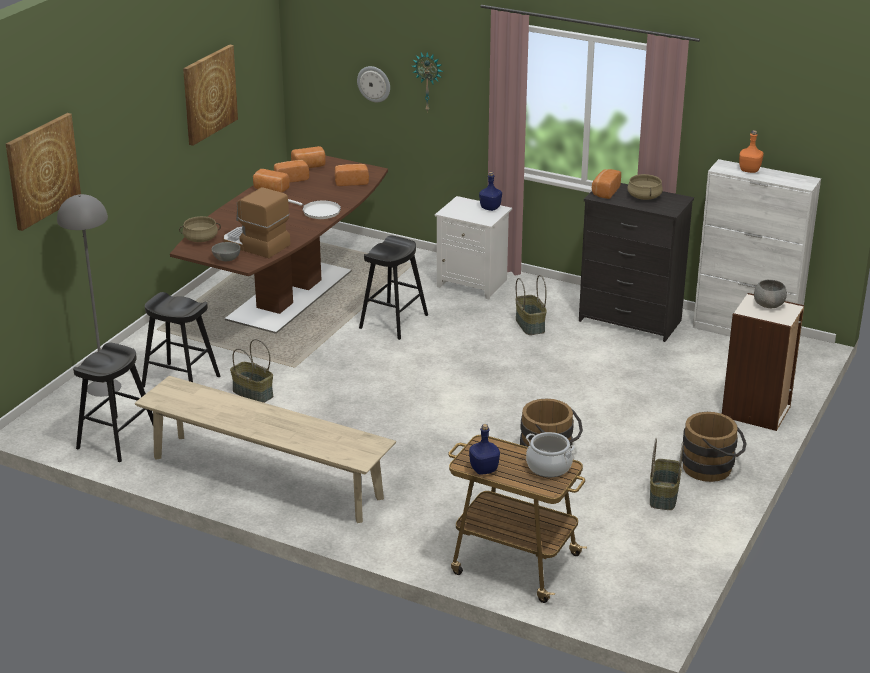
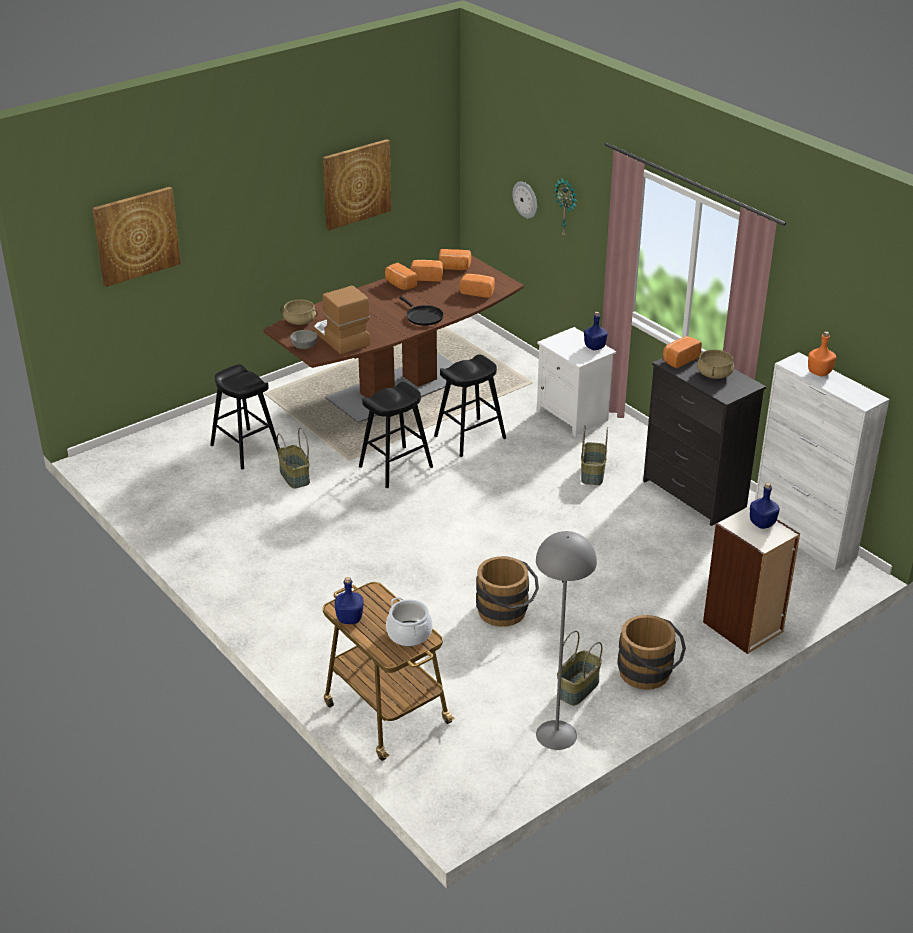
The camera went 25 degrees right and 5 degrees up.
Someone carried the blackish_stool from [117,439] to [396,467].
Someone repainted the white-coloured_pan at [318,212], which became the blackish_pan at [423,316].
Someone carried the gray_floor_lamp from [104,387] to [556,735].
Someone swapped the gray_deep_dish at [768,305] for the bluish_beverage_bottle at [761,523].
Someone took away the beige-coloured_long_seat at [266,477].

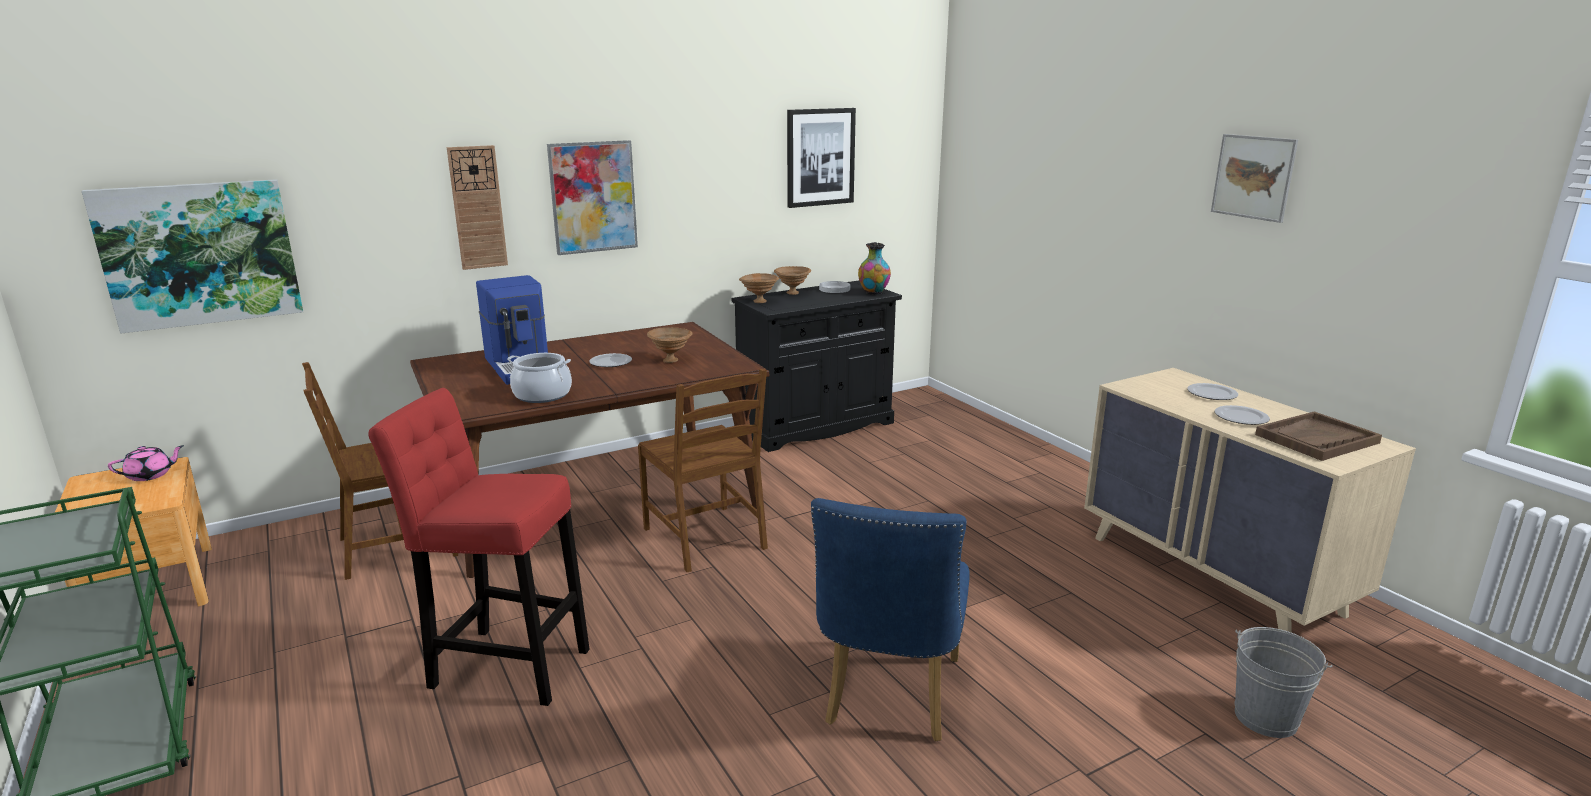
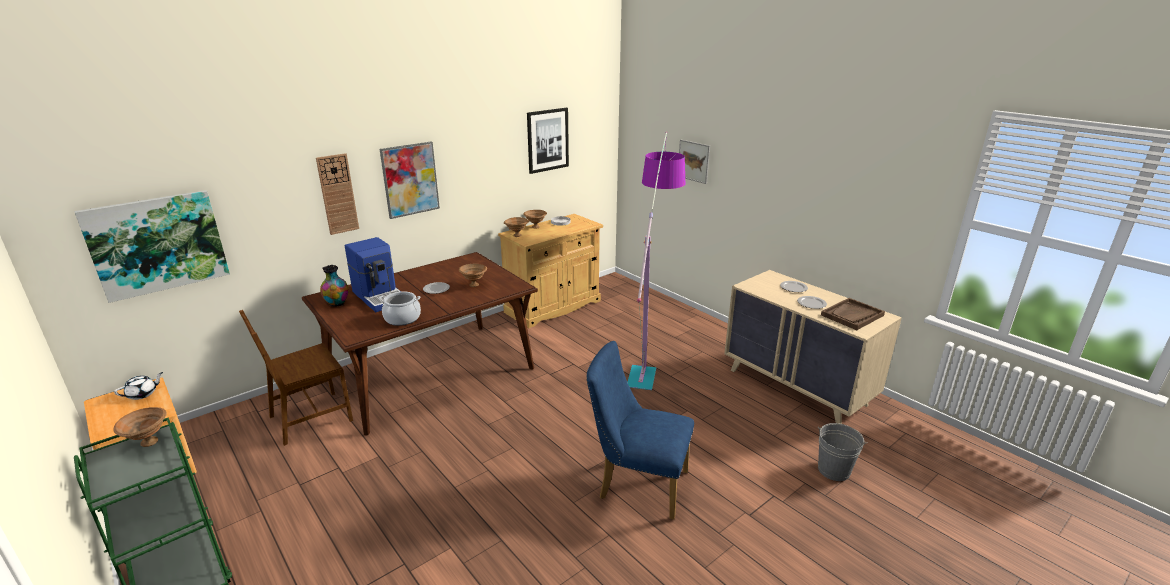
The camera went 10 degrees left and 5 degrees up.
Someone put down the brown_deep_dish at [149,443].
Someone repainted the pinkish_pot_for_tea at [150,475], which became the white-coloured_pot_for_tea at [143,394].
Someone carried the flower_vase from [873,292] to [337,304].
Someone repainted the blackish_storage_cabinet at [815,425], which became the beige-coloured_storage_cabinet at [553,307].
Someone rotated the bluish_chair at [888,698] by 105 degrees clockwise.
Someone put down the floor_lamp at [650,341].
Someone carried the wall_picture from [1253,177] to [694,161].
Someone took away the red_stool at [503,665].
Someone took away the brown_chair at [706,538].

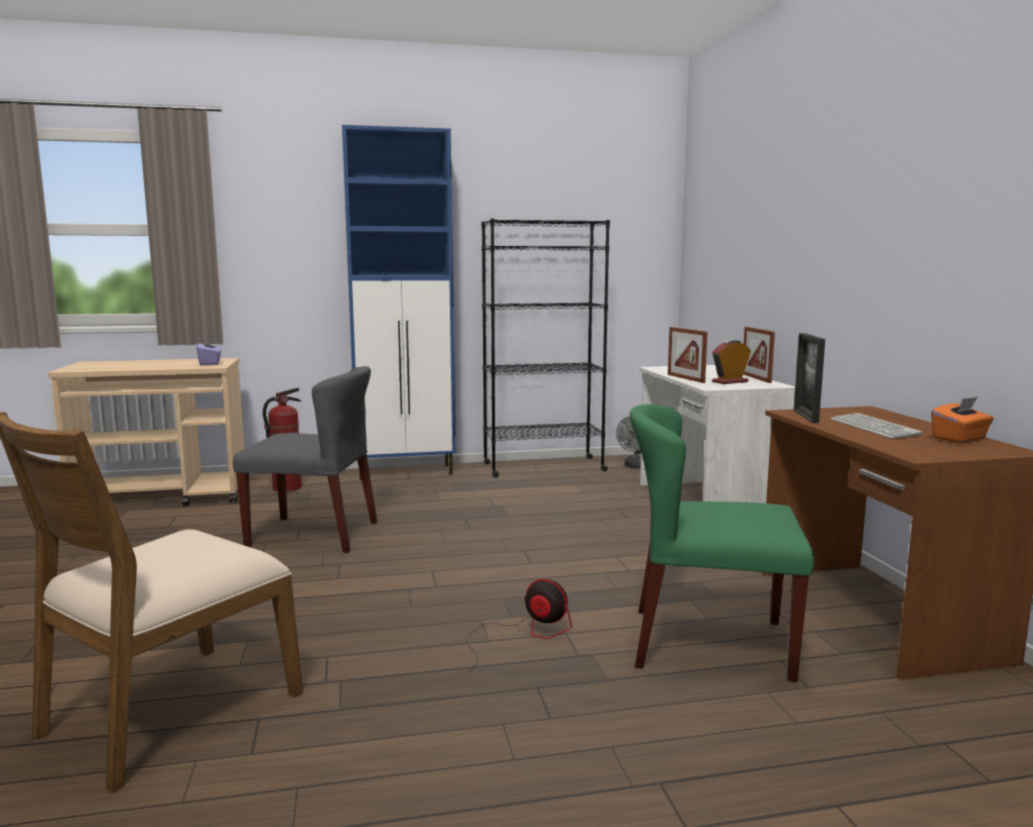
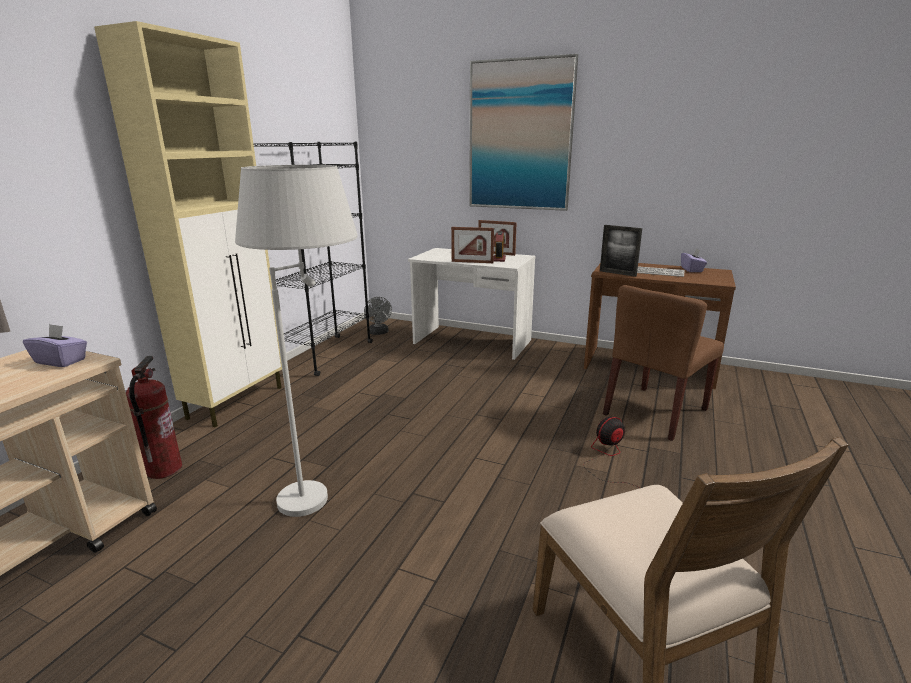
The camera went 55 degrees left and 10 degrees up.
Someone repainted the bluish_storage_cabinet at [407,472], which became the beige-coloured_storage_cabinet at [237,402].
Someone swapped the gray_chair at [314,534] for the white-coloured_floor_lamp at [325,487].
Someone put up the wall_picture at [520,136].
Someone repainted the greenish_chair at [709,643], which became the brown_chair at [655,412].
Someone repainted the orange_tissue_holder at [960,439], which became the purple_tissue_holder at [692,270].

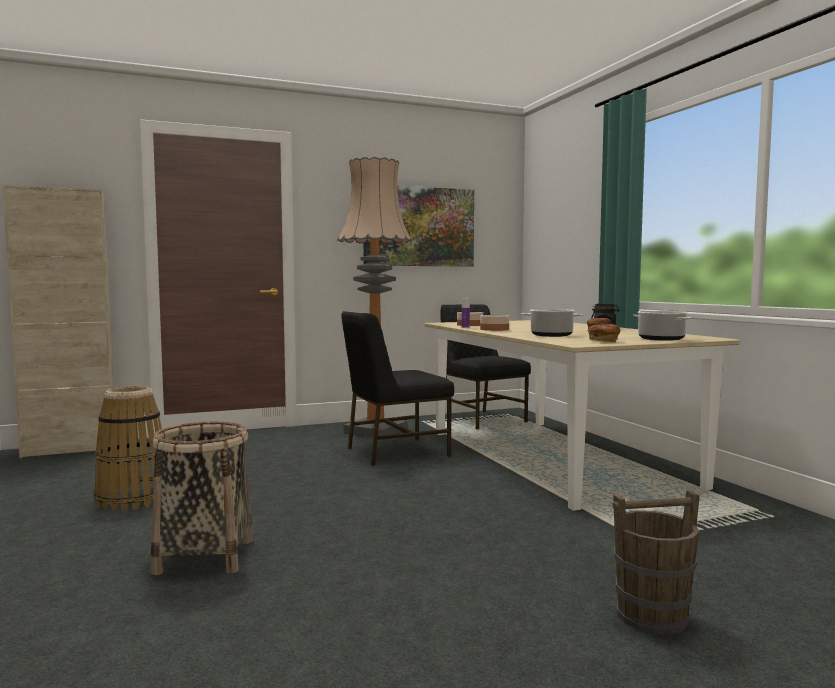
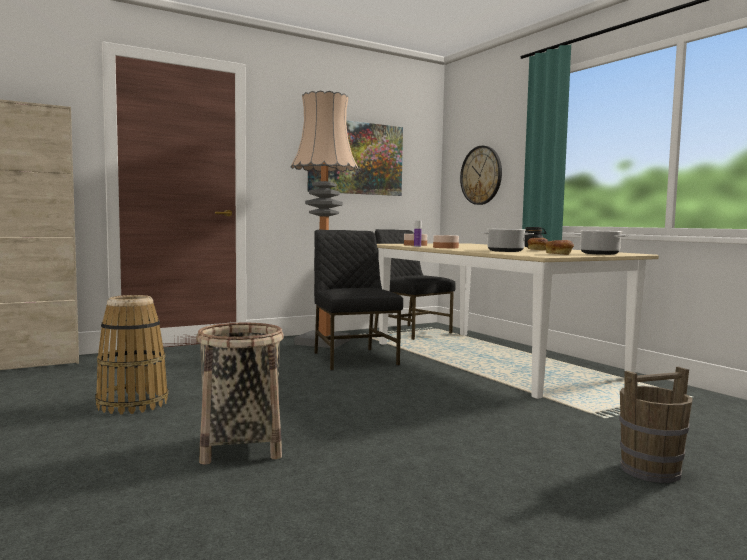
The camera went 10 degrees left and 0 degrees up.
Someone rotated the blackish_chair at [395,452] by 105 degrees clockwise.
Someone put up the clock_on_the_wall at [481,175].

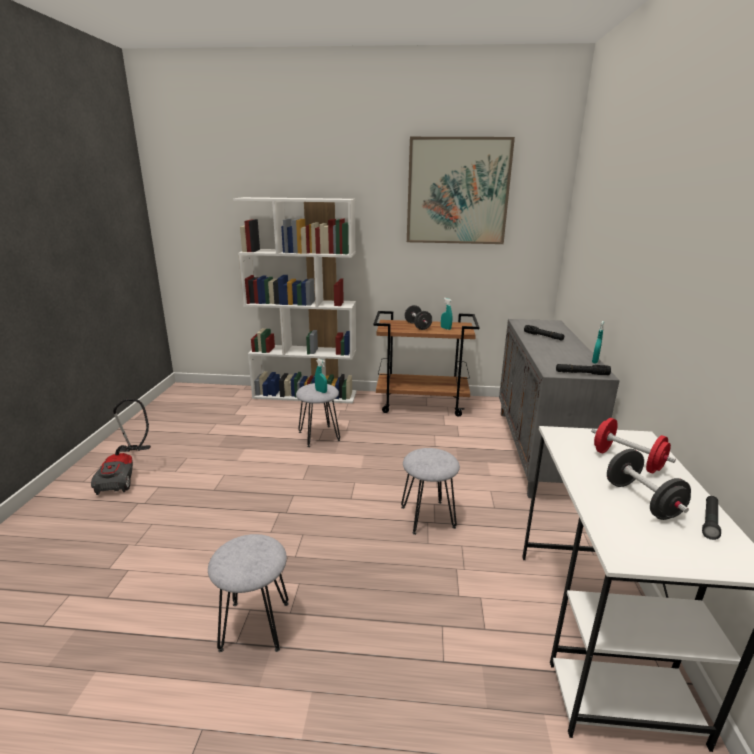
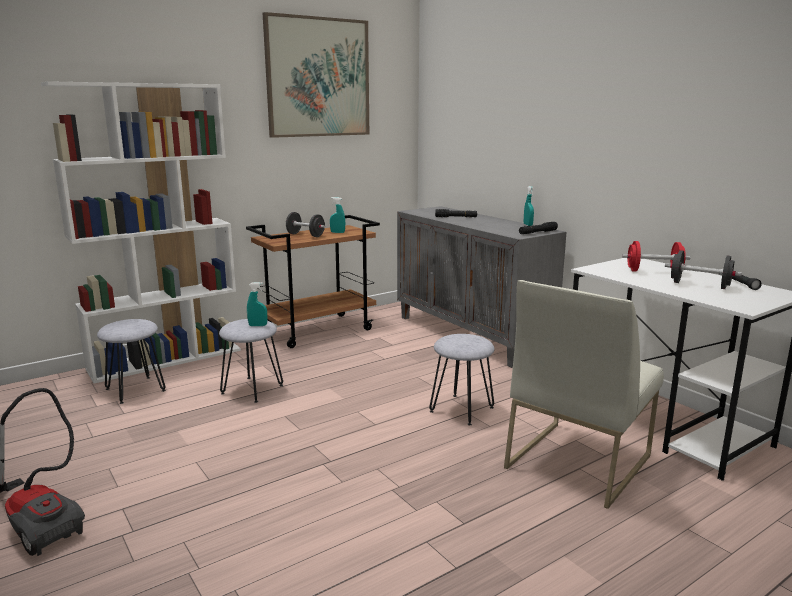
The camera went 40 degrees left and 5 degrees down.
Someone carried the gray_stool from [254,625] to [135,390].
Someone put down the white-coloured_chair at [577,461].

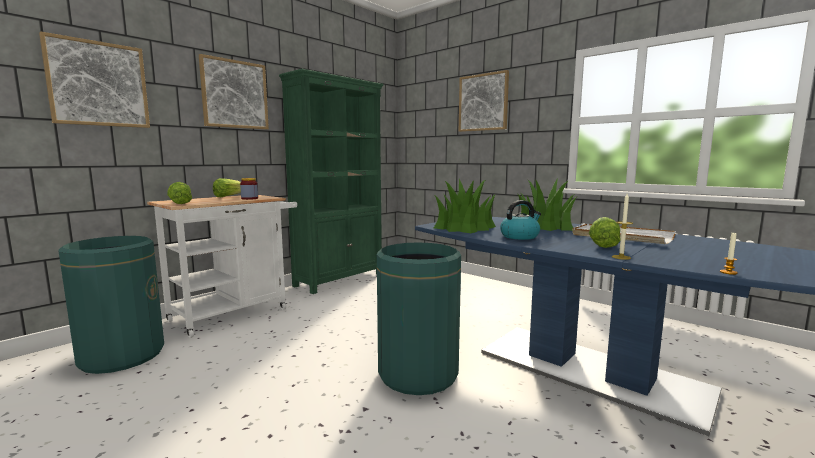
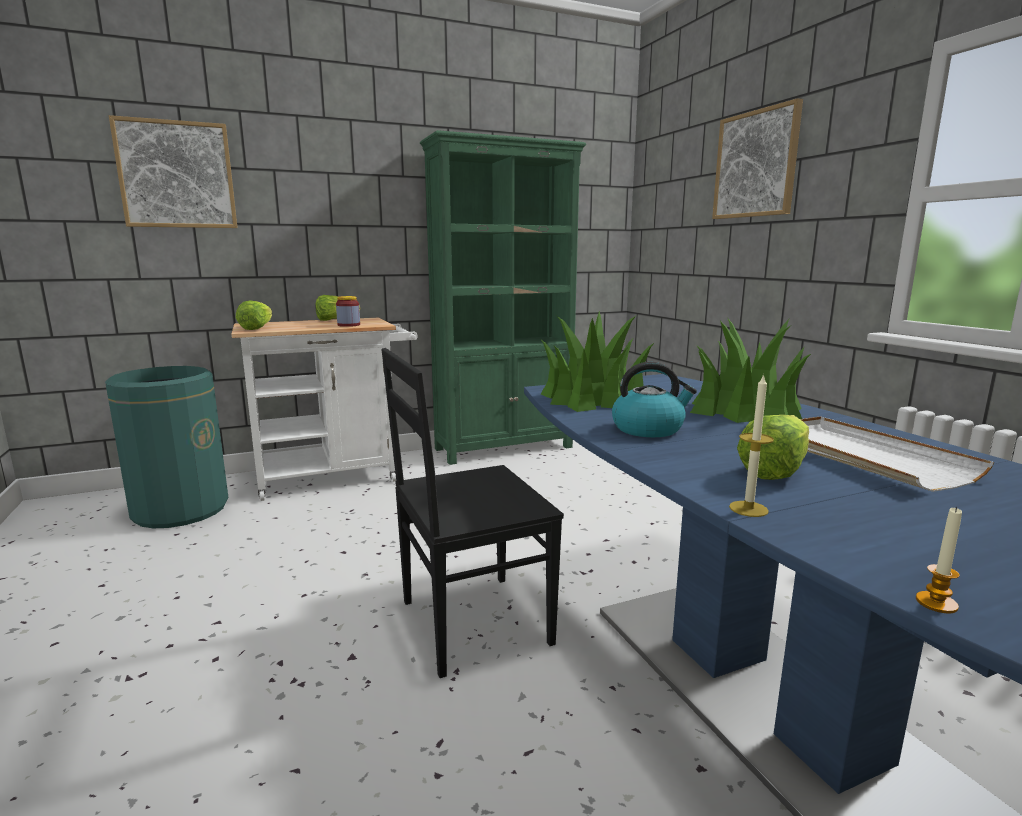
The camera went 25 degrees right and 5 degrees up.
Someone swapped the greenish_trash_can at [417,374] for the blackish_chair at [470,623].
Someone took away the wall_picture at [234,94].

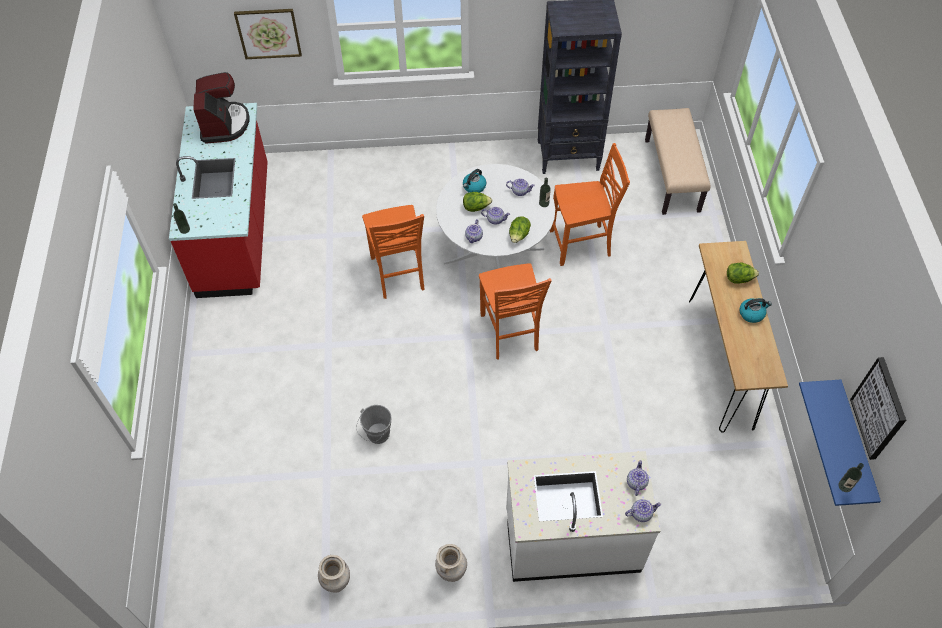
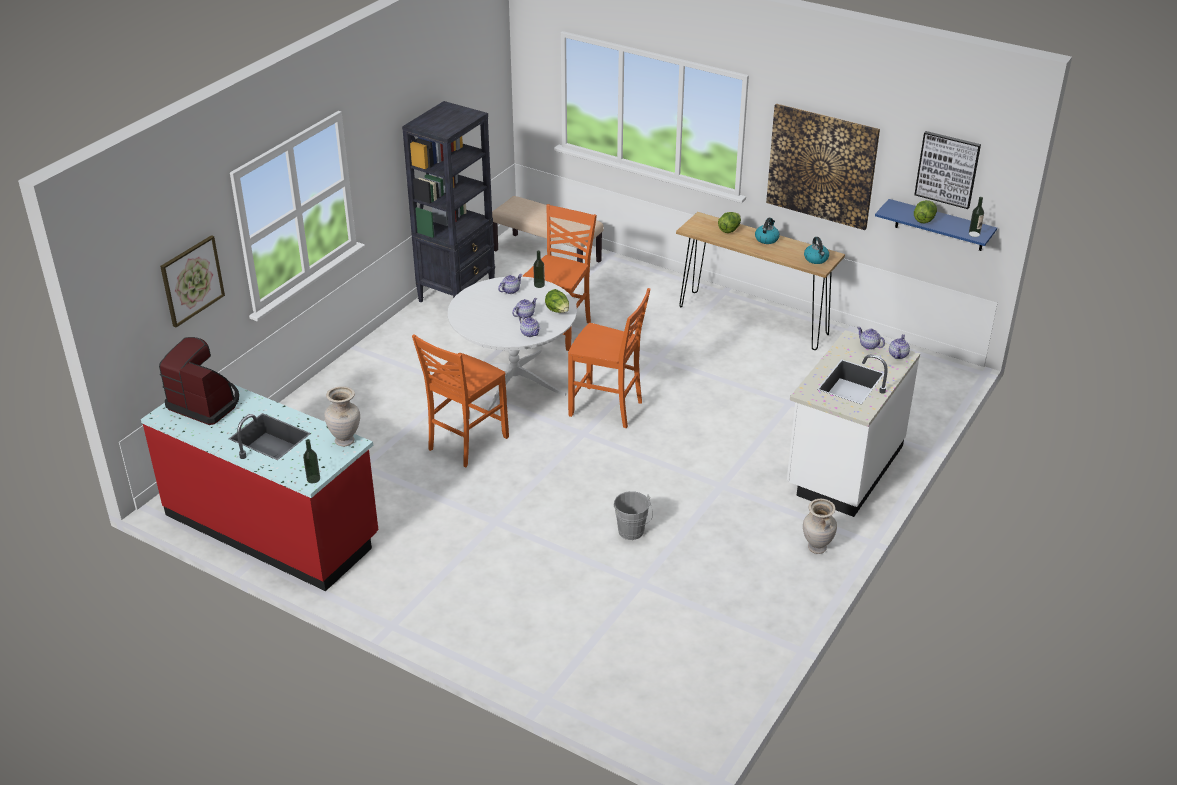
The camera went 55 degrees left and 20 degrees down.
Someone carried the beige-coloured_flower_vase from [337,584] to [345,441].
Someone rotated the orange_chair at [398,274] by 105 degrees clockwise.
Someone put up the wall_picture at [821,166].
Someone carried the water_kettle from [474,187] to [816,259].
Someone carried the lettuce from [476,207] to [924,219].

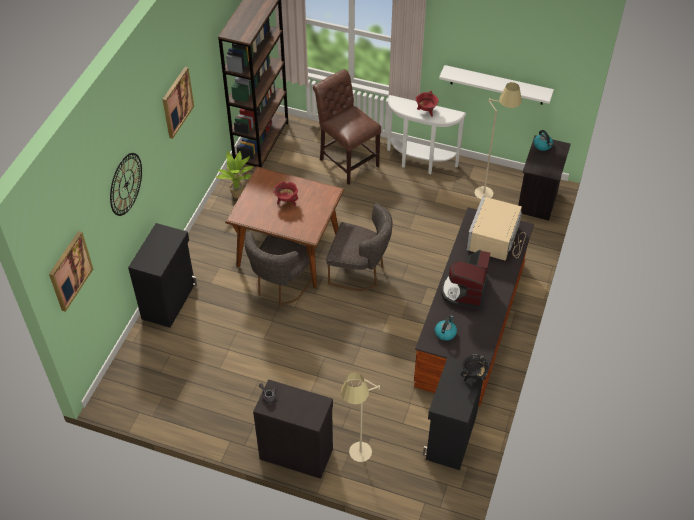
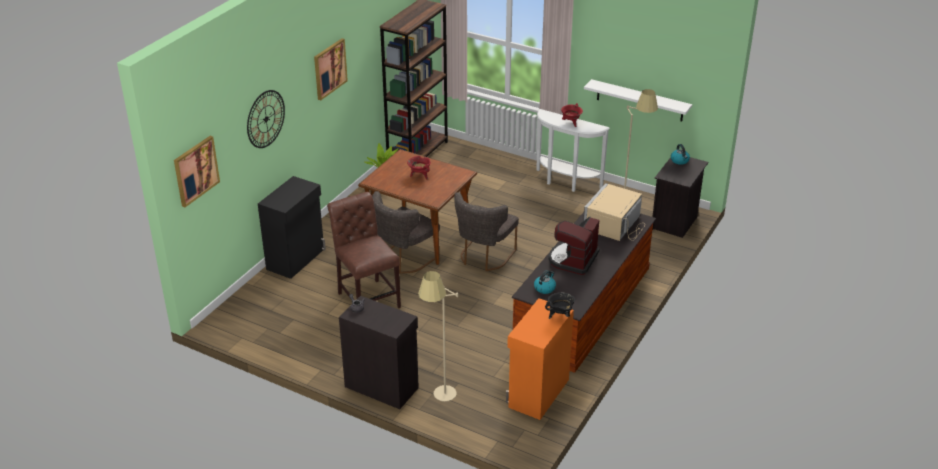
The camera went 10 degrees right and 15 degrees down.
Someone carried the brown_chair from [347,160] to [367,298].
Someone rotated the gray_chair at [360,272] by 90 degrees clockwise.
Someone repainted the blackish_storage_cabinet at [450,437], which became the orange_storage_cabinet at [537,393].

